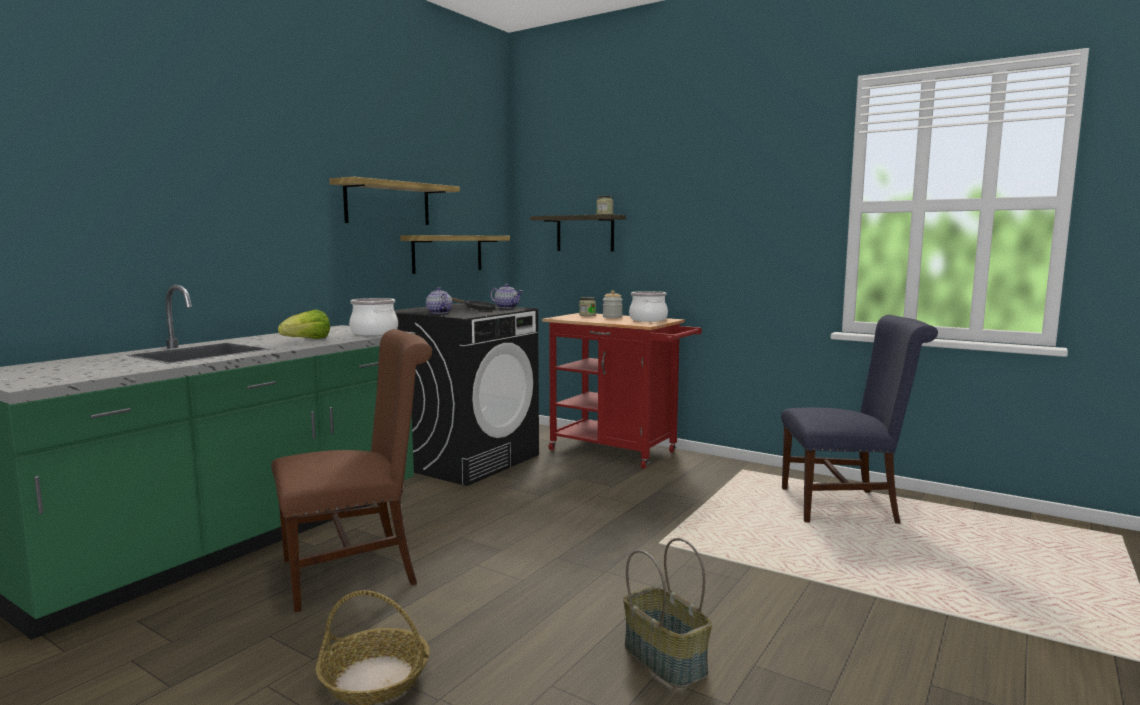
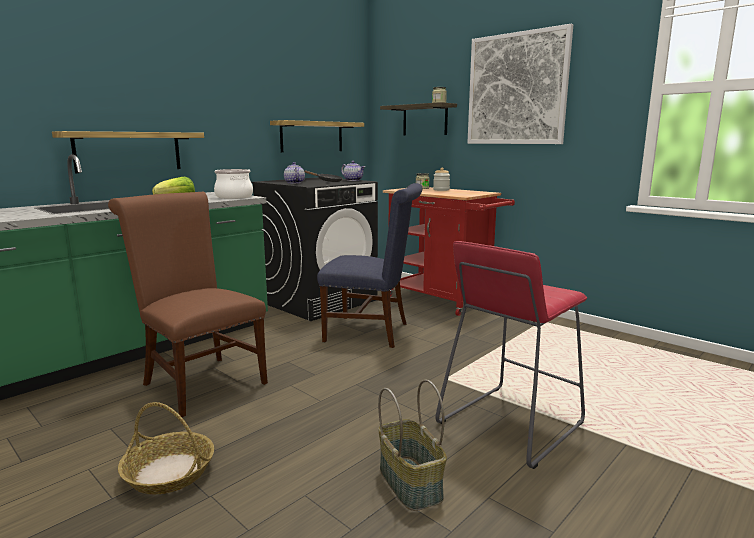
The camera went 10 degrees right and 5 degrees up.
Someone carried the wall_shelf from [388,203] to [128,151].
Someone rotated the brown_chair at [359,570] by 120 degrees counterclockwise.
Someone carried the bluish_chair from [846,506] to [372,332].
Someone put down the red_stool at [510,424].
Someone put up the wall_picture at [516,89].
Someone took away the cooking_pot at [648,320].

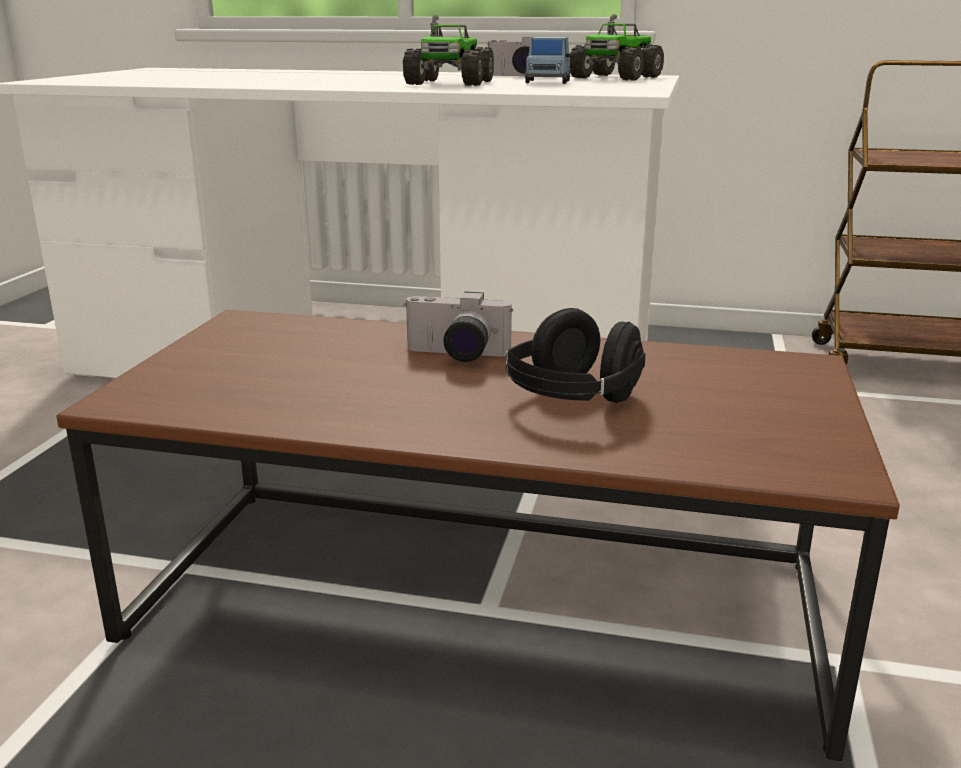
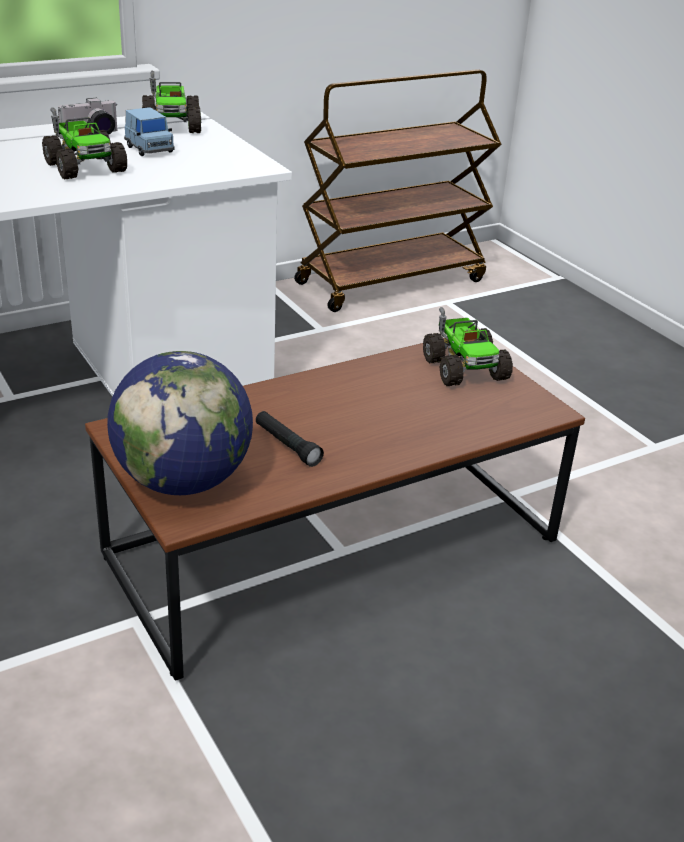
The camera went 45 degrees left and 10 degrees up.
Someone put down the globe at [183,481].
Someone put down the blackish_hand_torch at [287,445].
Someone put down the toy_lorry at [464,368].
Someone took away the still_camera at [456,356].
Someone took away the blackish_pair_of_headphones at [573,399].

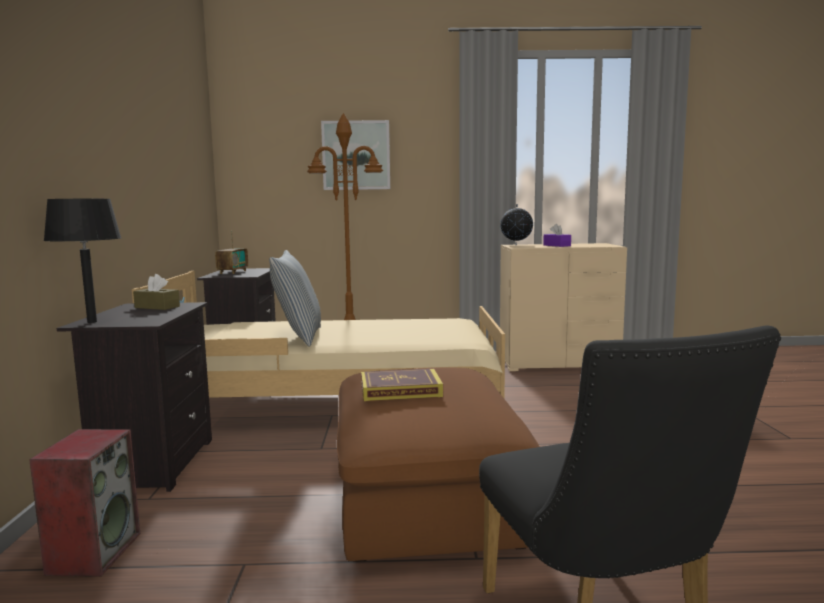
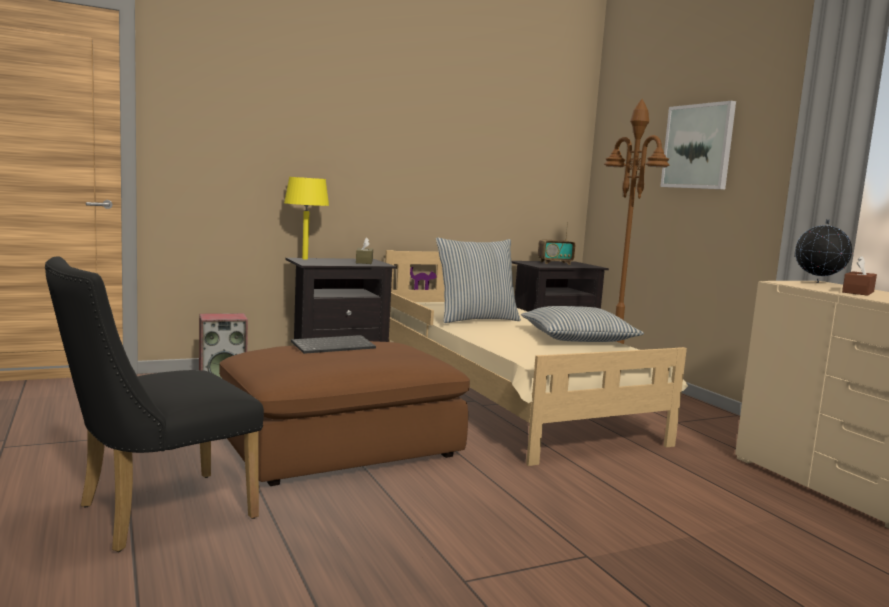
The camera went 65 degrees right and 0 degrees up.
Someone repainted the blackish_table_lamp at [91,322], which became the yellow_table_lamp at [305,259].
Someone swapped the bound_book at [400,390] for the keyboard at [334,346].
Someone put down the cushion at [577,338].
Someone repainted the purple_tissue_holder at [557,245], which became the brown_tissue_holder at [858,292].

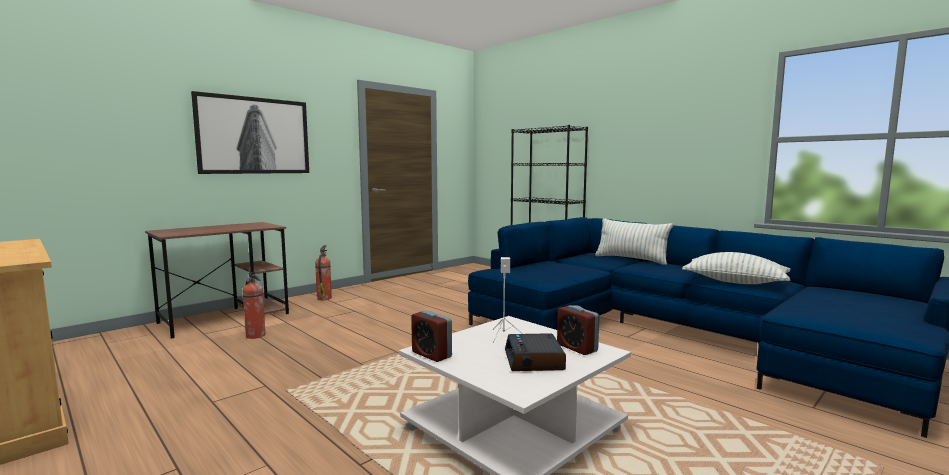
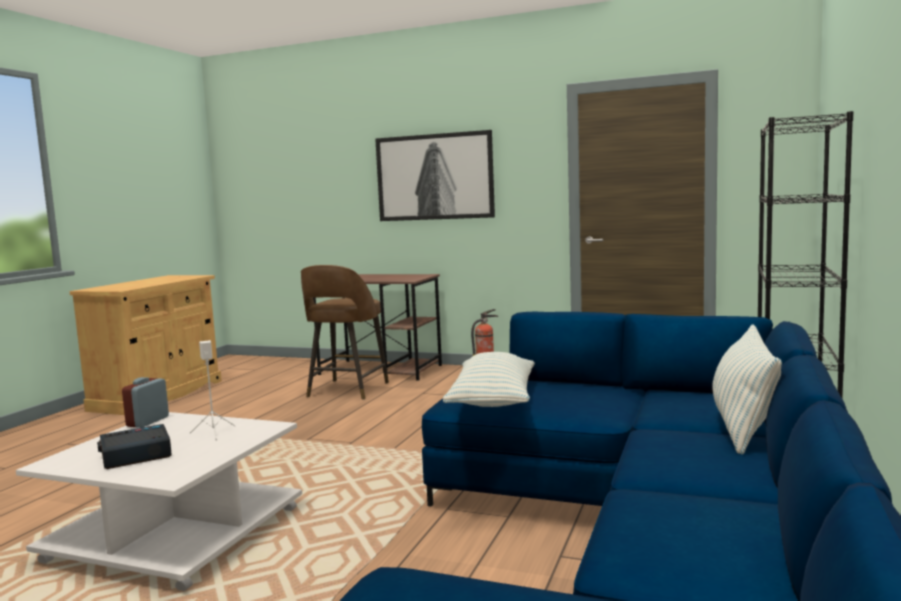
The camera went 65 degrees right and 0 degrees up.
Someone swapped the fire_extinguisher at [256,336] for the brown_stool at [347,390].
Someone carried the cushion from [735,282] to [493,400].
Someone took away the alarm_clock at [577,348].

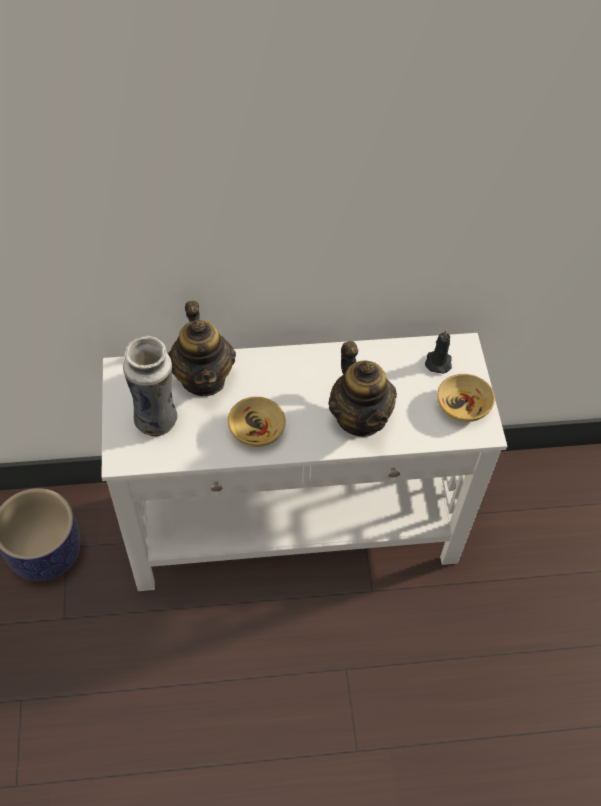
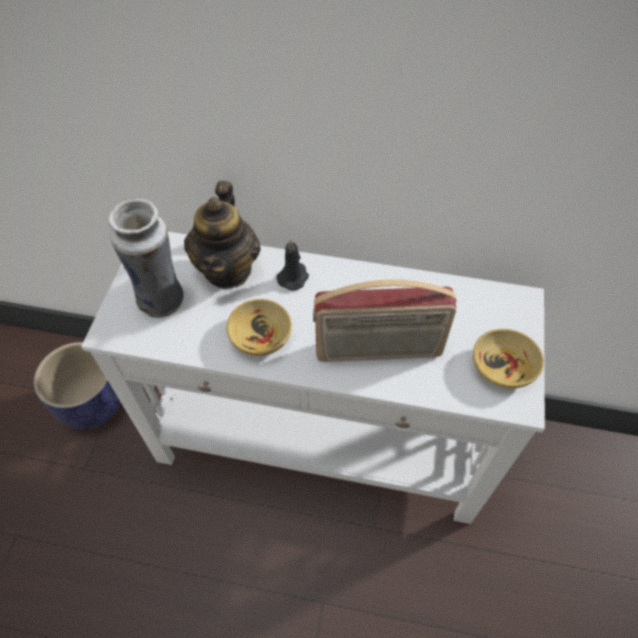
The camera went 20 degrees right and 0 degrees up.
Someone carried the blackish_candle from [438,361] to [294,277].
Someone swapped the pot_for_tea at [360,417] for the radio_set at [378,351].

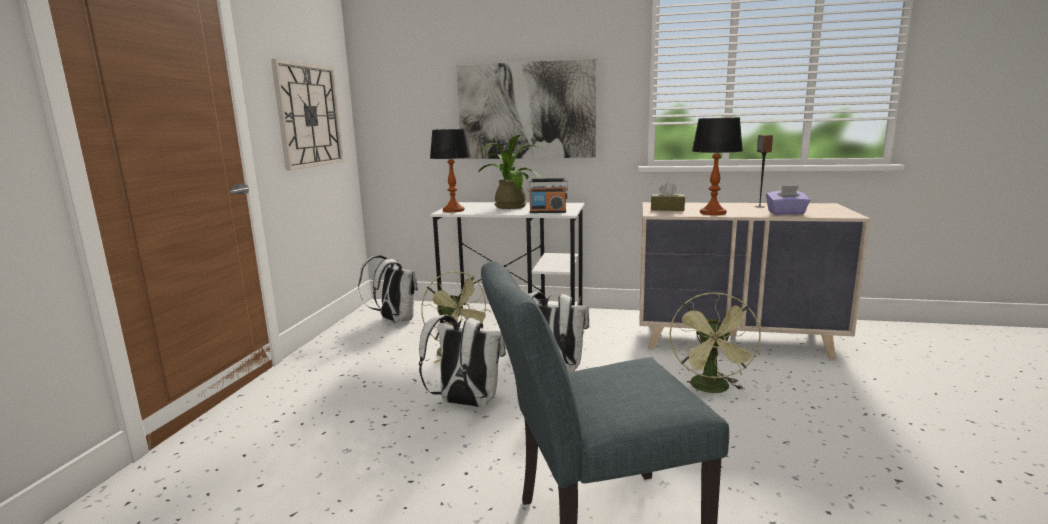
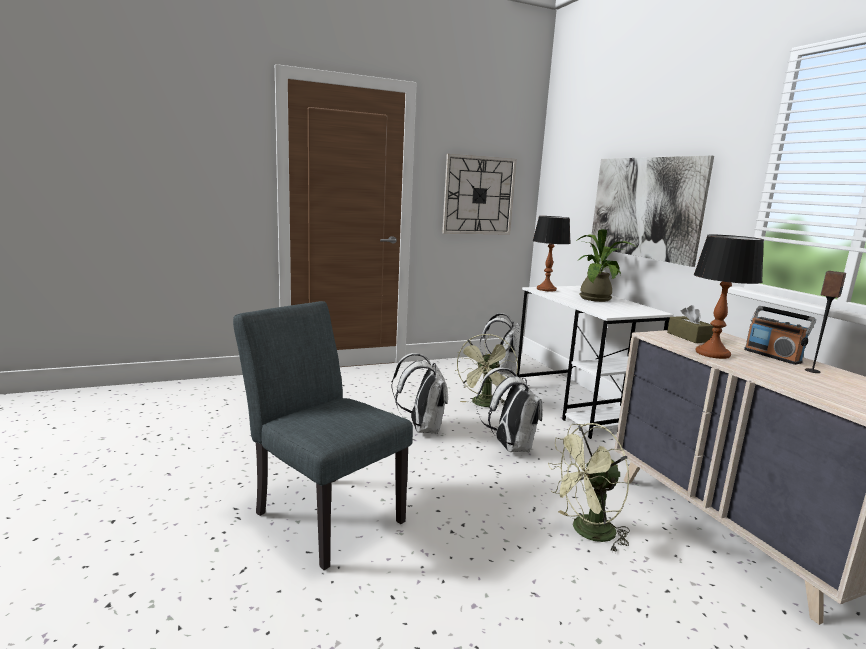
The camera went 55 degrees right and 0 degrees up.
Someone carried the radio_set from [548,212] to [772,356].
Someone took away the purple_tissue_holder at [786,213].

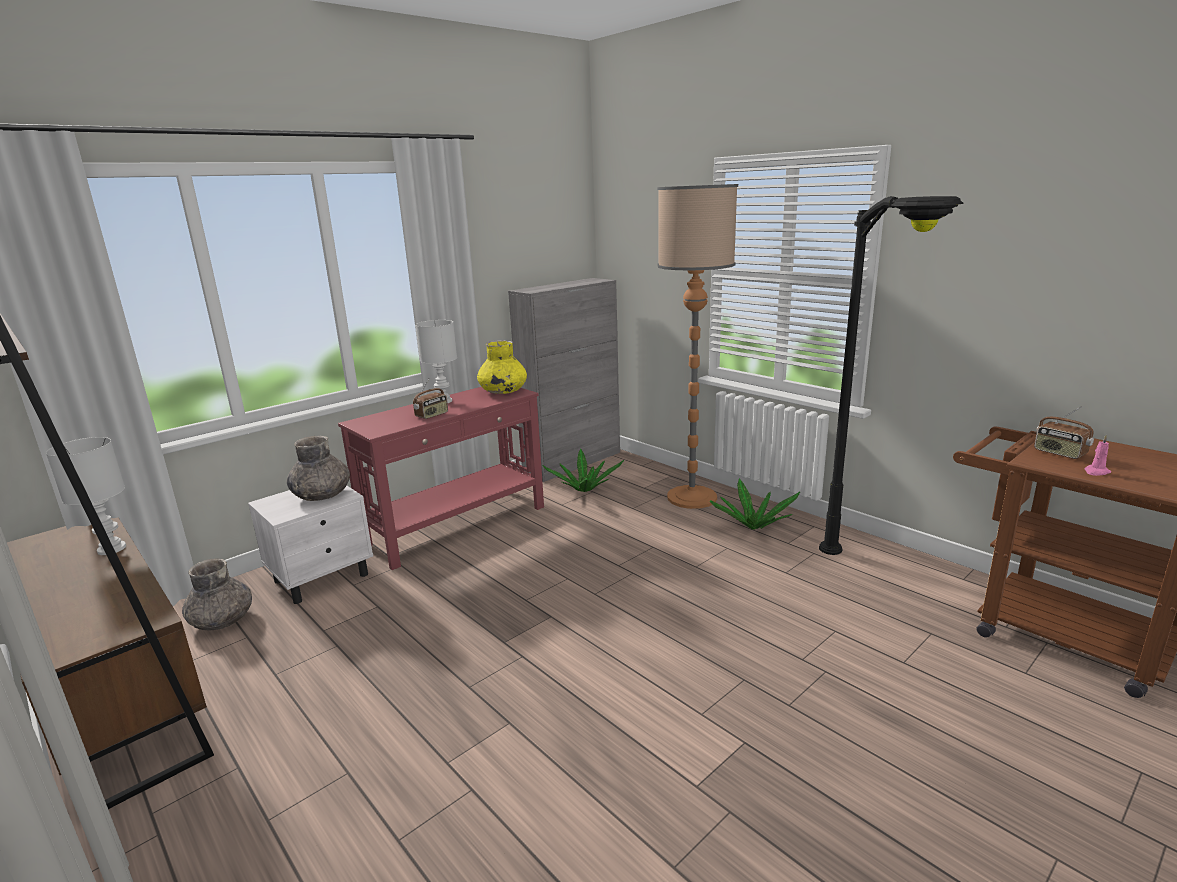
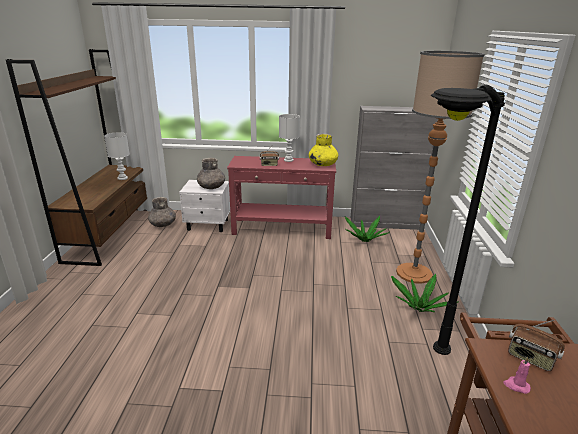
The camera went 45 degrees right and 5 degrees up.
Someone rotated the radio_set at [1059,453] by 60 degrees counterclockwise.

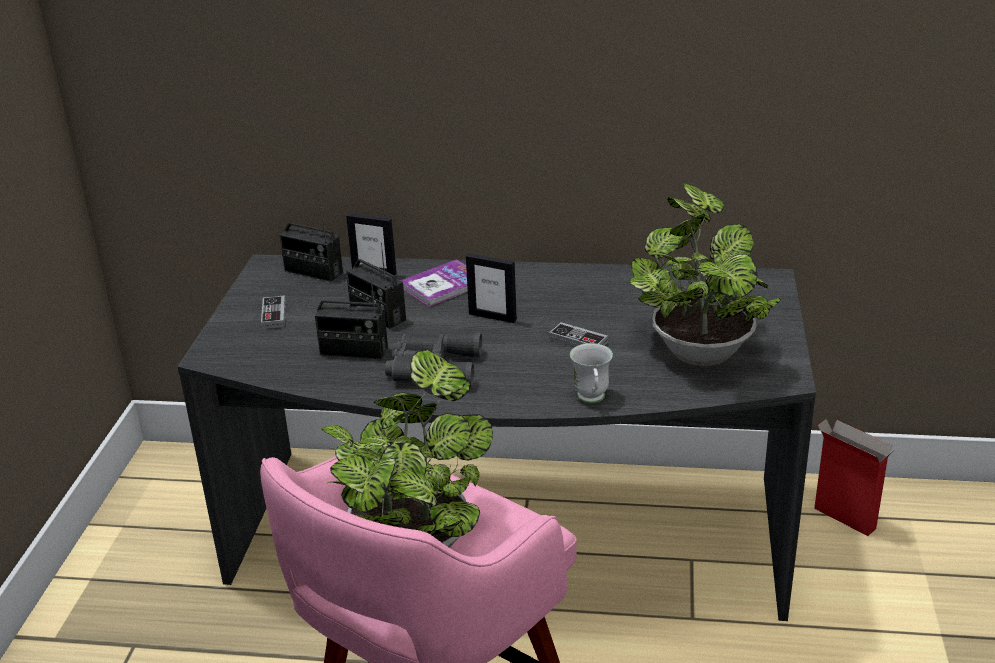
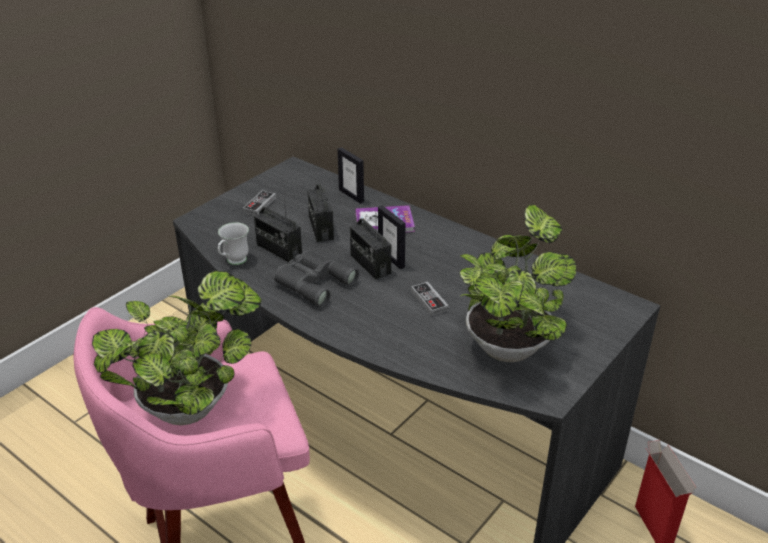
The camera went 30 degrees right and 5 degrees up.
Someone carried the white-coloured_mug from [592,400] to [233,262].
Someone carried the radio_set from [313,272] to [370,264].

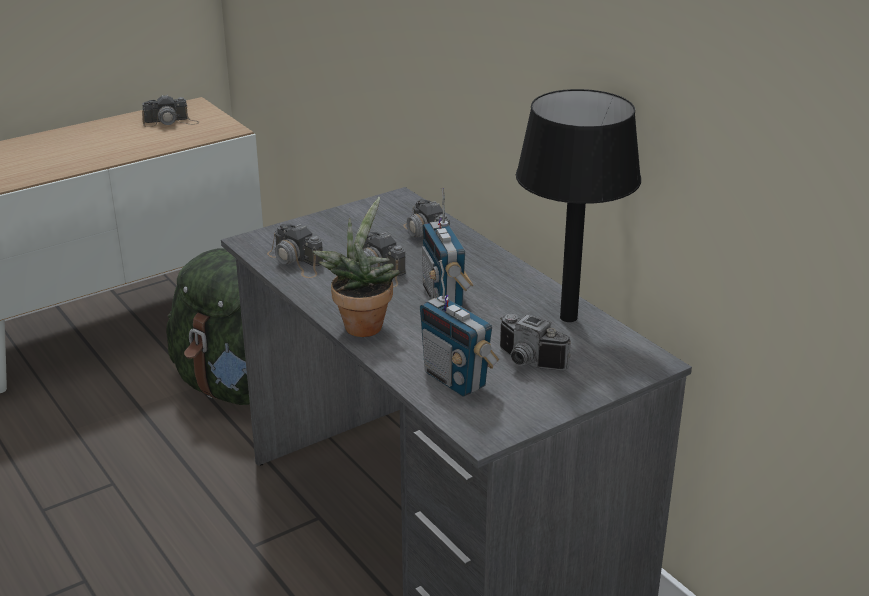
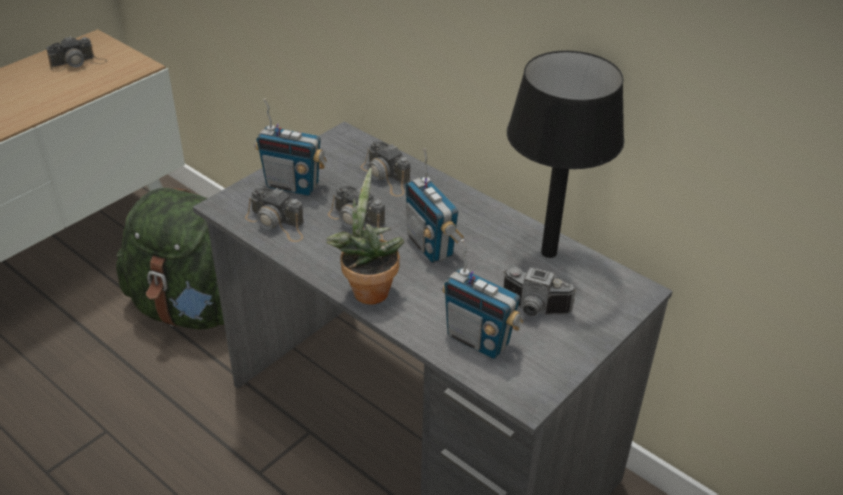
The camera went 15 degrees left and 10 degrees up.
Someone put down the radio_set at [293,185].

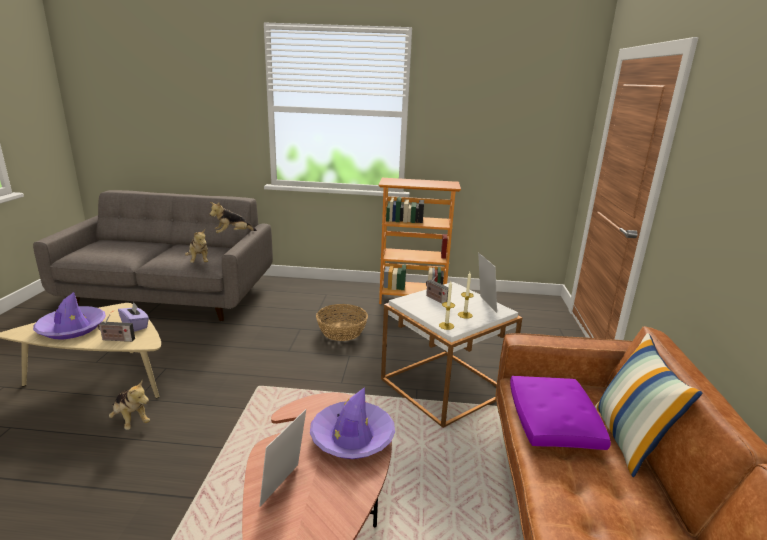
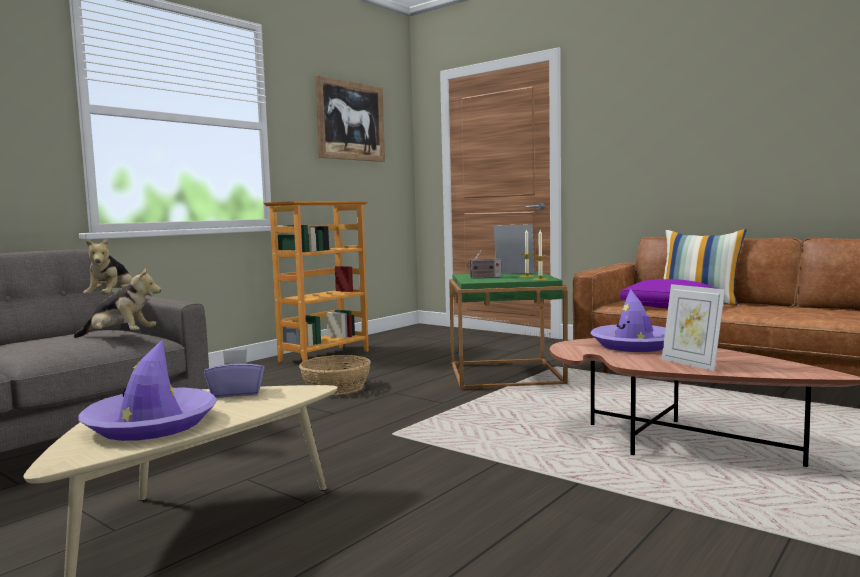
The camera went 55 degrees left and 15 degrees down.
Someone put up the wall_picture at [351,121].
Someone repainted the white-coloured_end_table at [444,386], which became the greenish_end_table at [505,374].
Someone took away the radio_set at [117,339].
Someone took away the plush_toy at [131,420].

